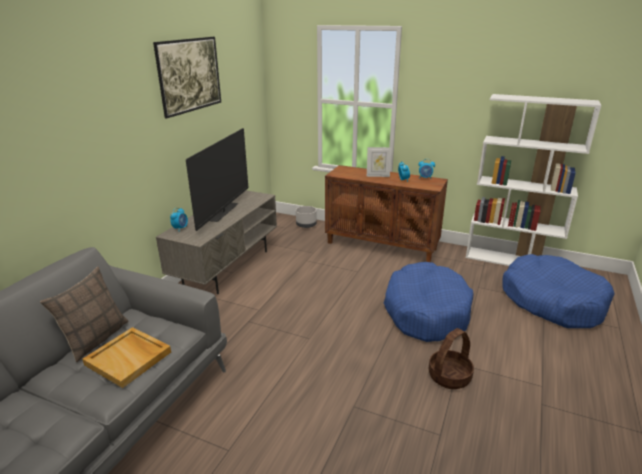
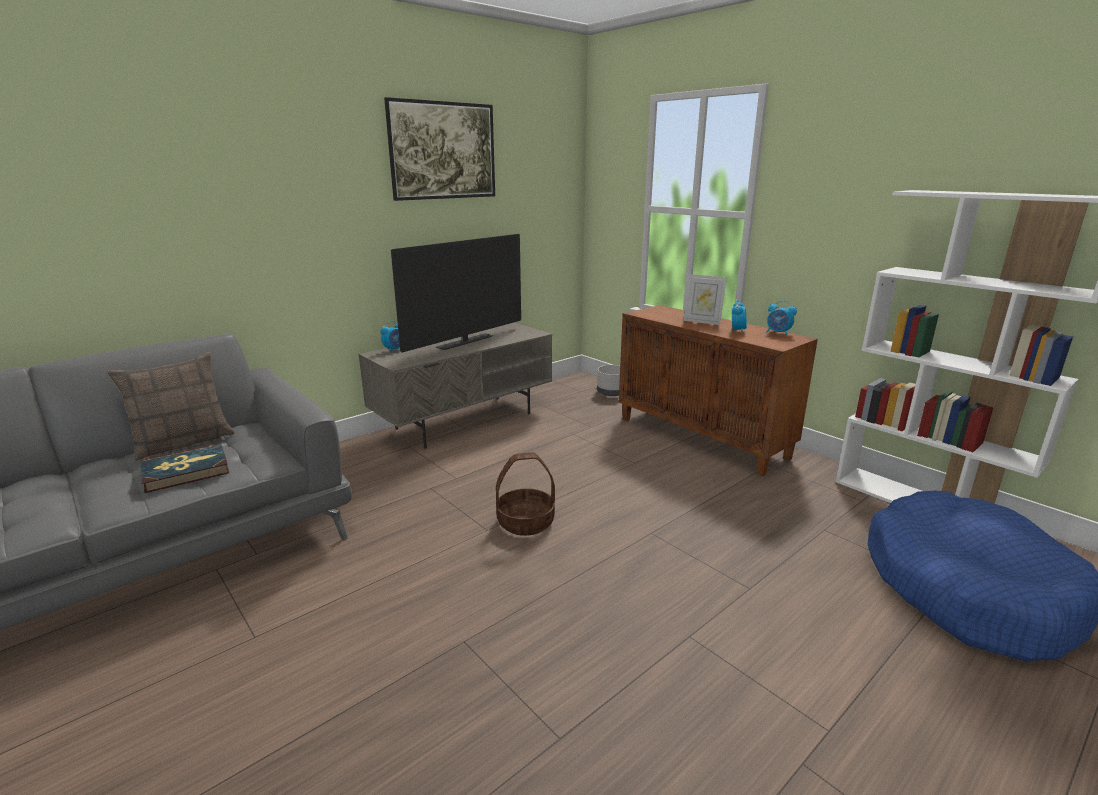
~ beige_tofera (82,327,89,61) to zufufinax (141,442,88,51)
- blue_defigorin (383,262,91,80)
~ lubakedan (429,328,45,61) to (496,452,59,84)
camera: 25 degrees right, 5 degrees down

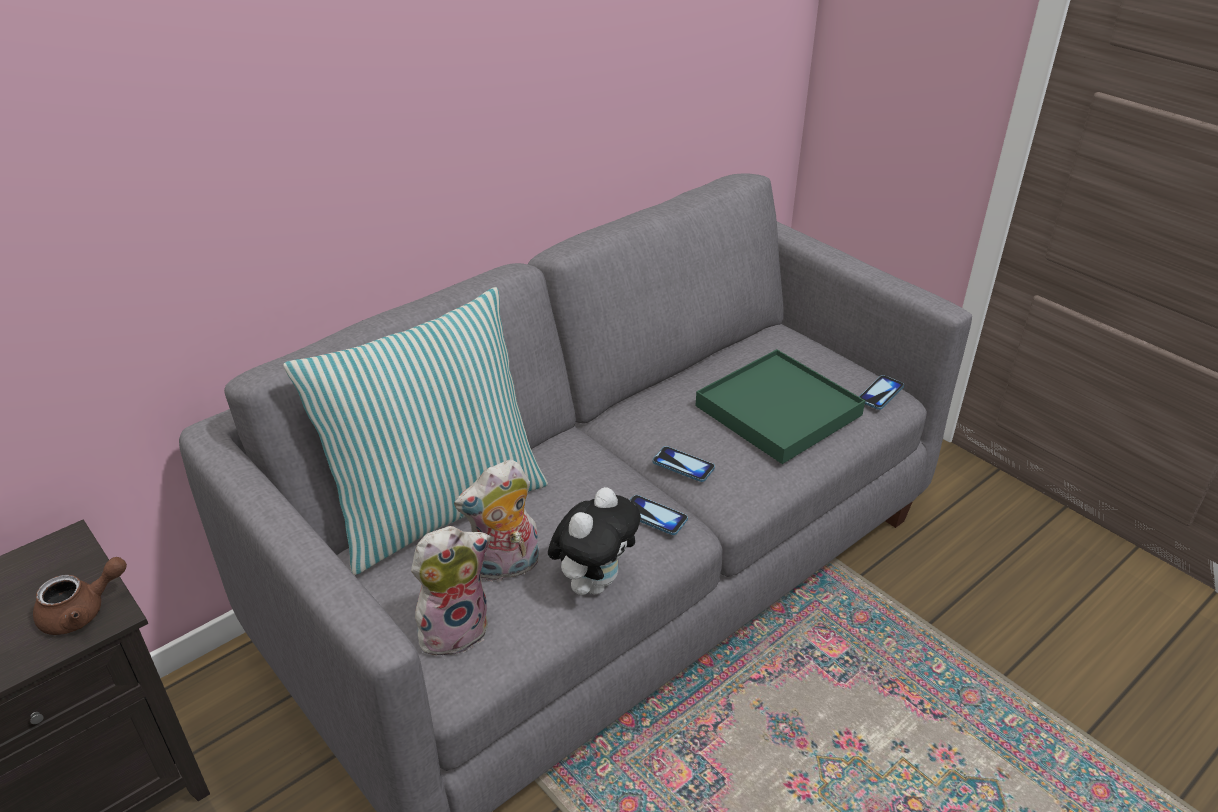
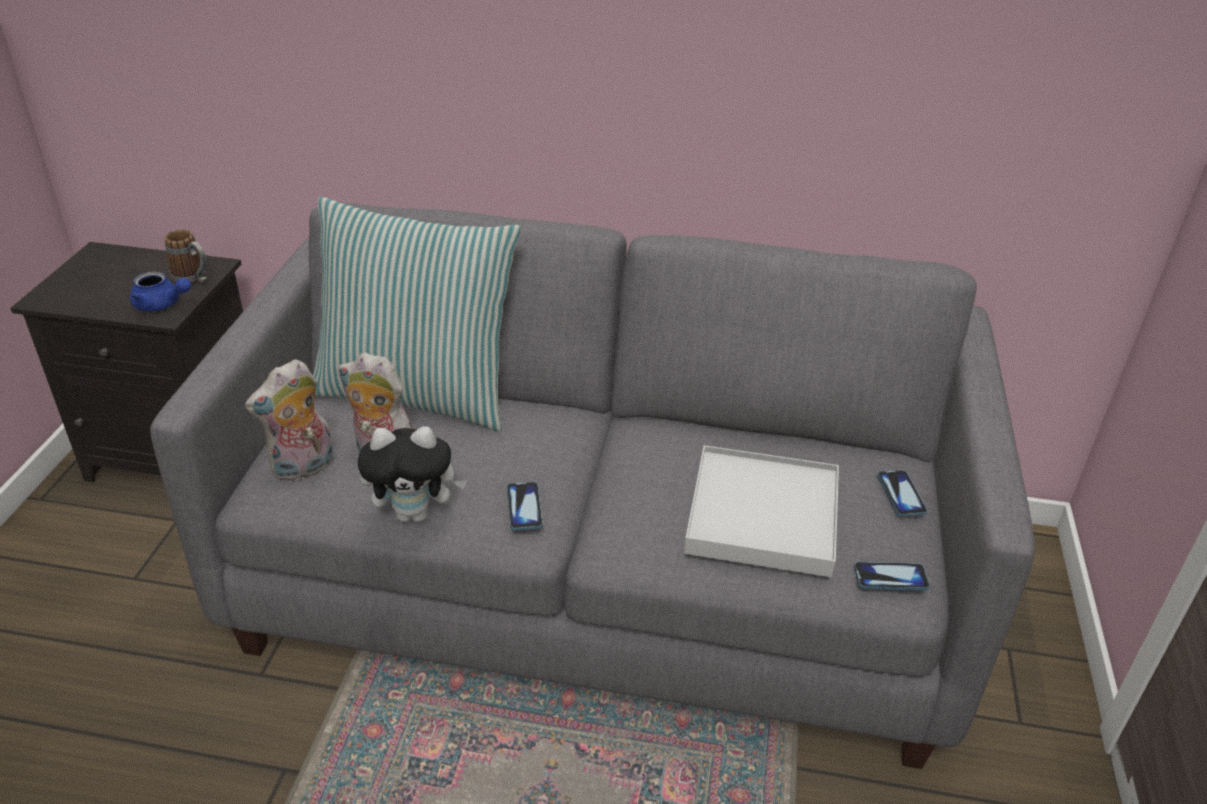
~ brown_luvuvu (33,557,94,78) to blue_luvuvu (130,271,61,40)
~ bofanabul (411,526,80,130) = (245,359,89,123) 120 degrees clockwise
~ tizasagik (652,446,63,36) to (877,470,51,47)
~ green_tofera (695,349,170,115) to white_tofera (684,445,155,133)
+ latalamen (165,229,42,56)
camera: 50 degrees right, 0 degrees up

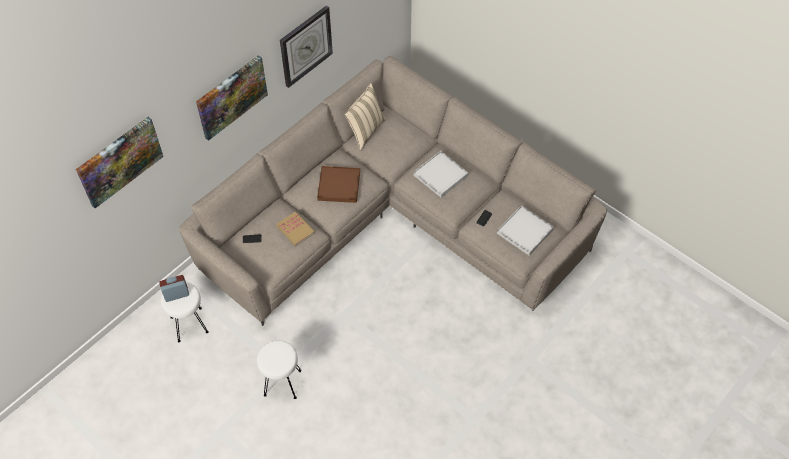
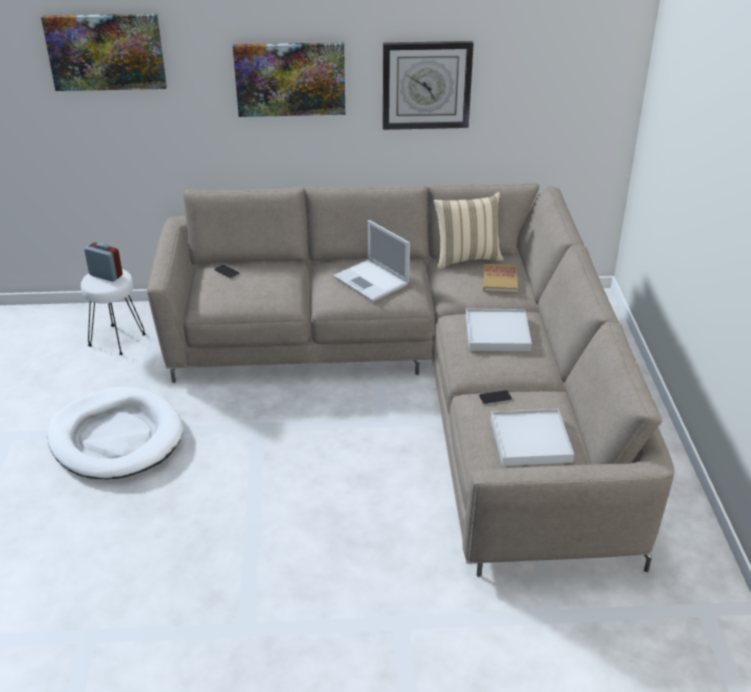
~ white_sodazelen (257,340,44,59) to white_defigorin (47,387,136,92)
~ zufufinax (276,212,39,34) to (483,264,35,29)
~ brown_tofera (317,166,43,37) to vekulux (333,220,77,82)
camera: 45 degrees right, 20 degrees down

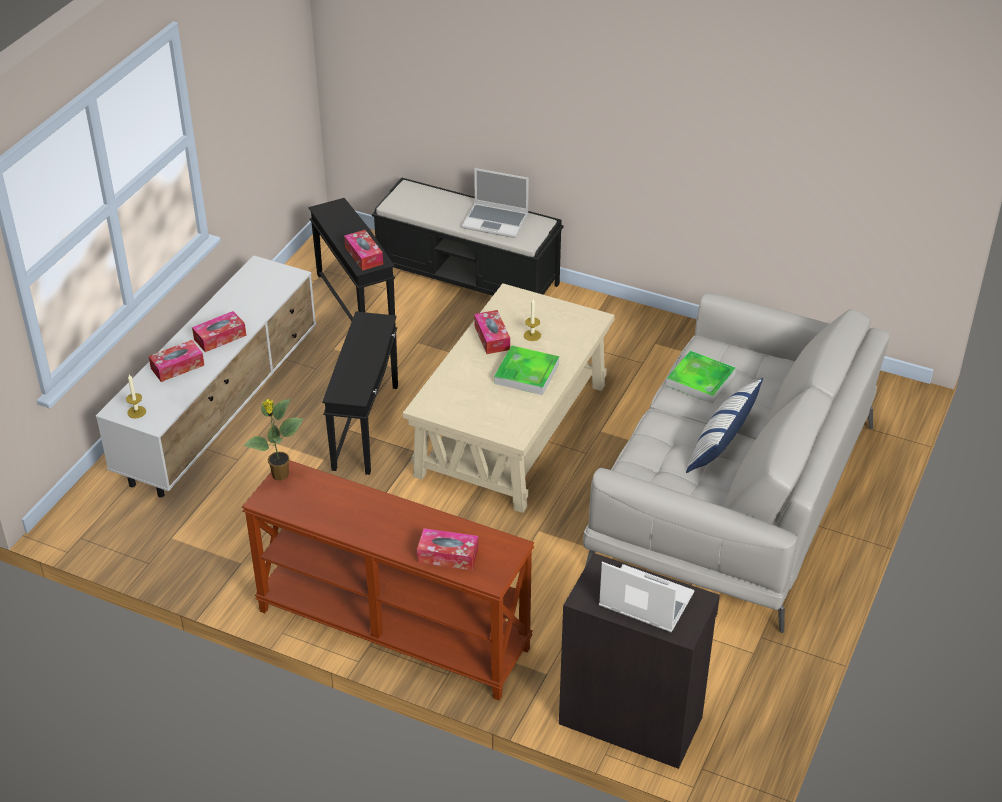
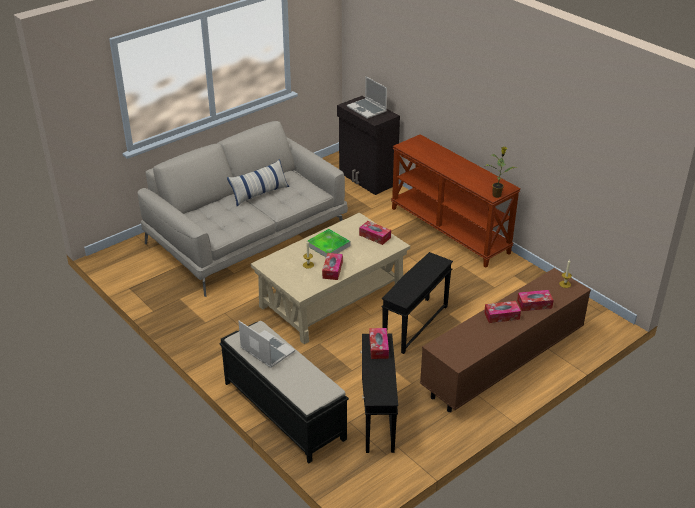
~ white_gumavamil (96,255,220,243) to brown_gumavamil (420,268,171,144)
~ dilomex (417,528,61,42) to (359,221,32,24)
- tofera (666,351,70,53)
camera: 155 degrees left, 5 degrees down

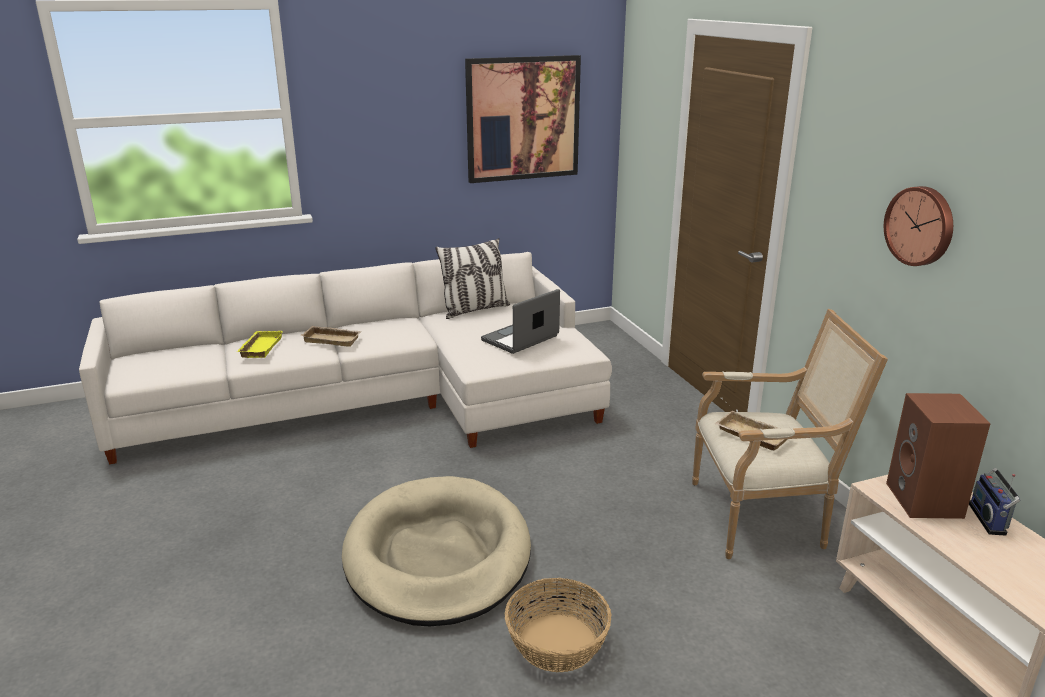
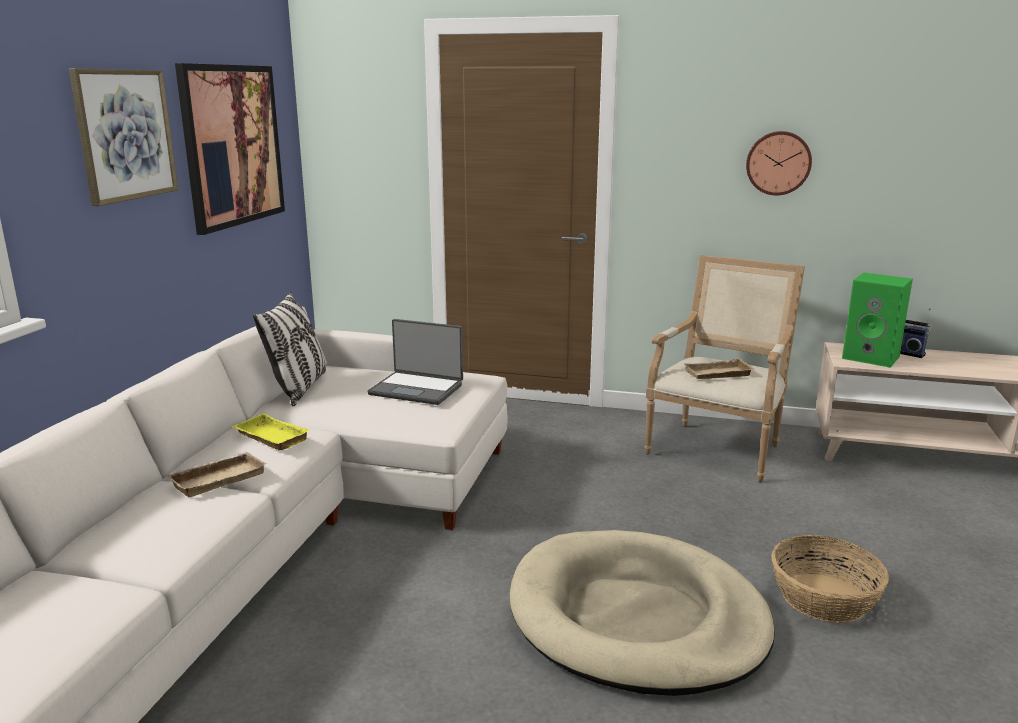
~ yellow_tofera (237,331,46,27) to (231,413,79,37)
~ vekulux (481,289,79,65) = (367,319,96,86) 60 degrees counterclockwise
~ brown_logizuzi (886,393,105,126) to green_logizuzi (842,273,71,95)
+ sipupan (69,69,109,137)
camera: 55 degrees left, 5 degrees down

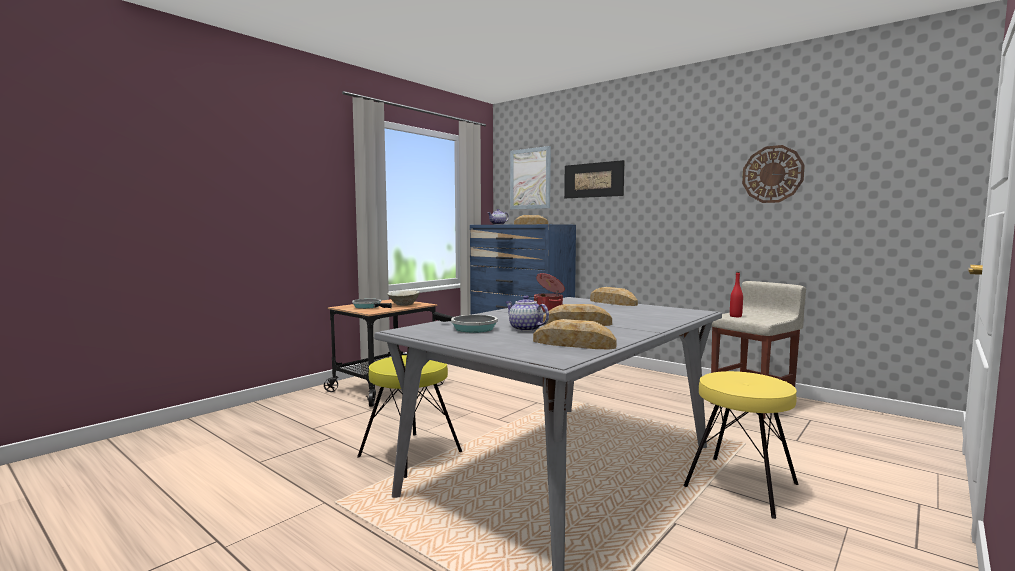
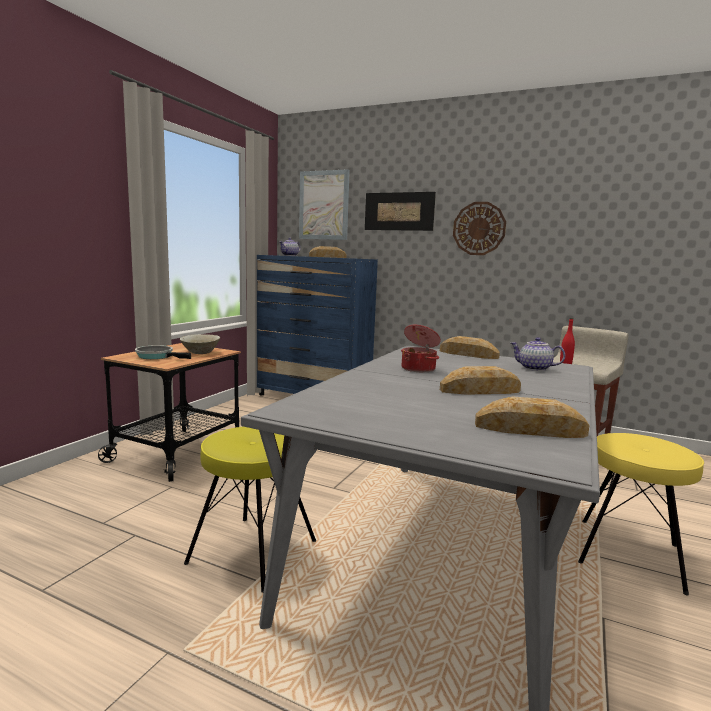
- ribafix (433,312,64,21)
~ luvuvu (506,296,43,35) to (511,337,54,34)
~ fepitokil (742,145,63,58) to (453,202,53,53)
camera: 15 degrees left, 5 degrees up

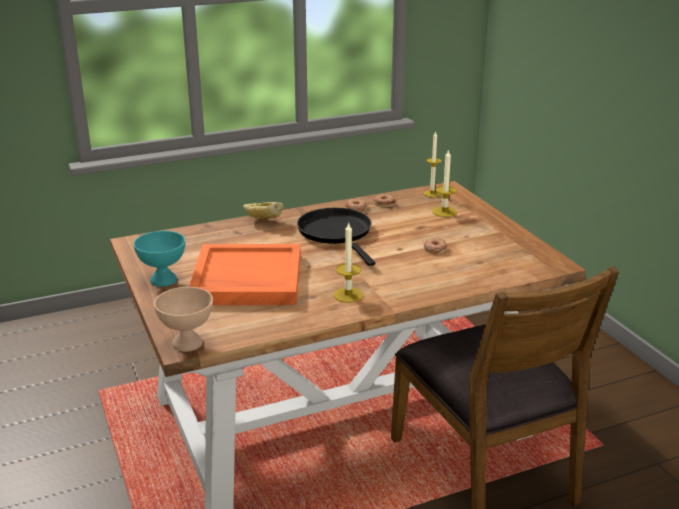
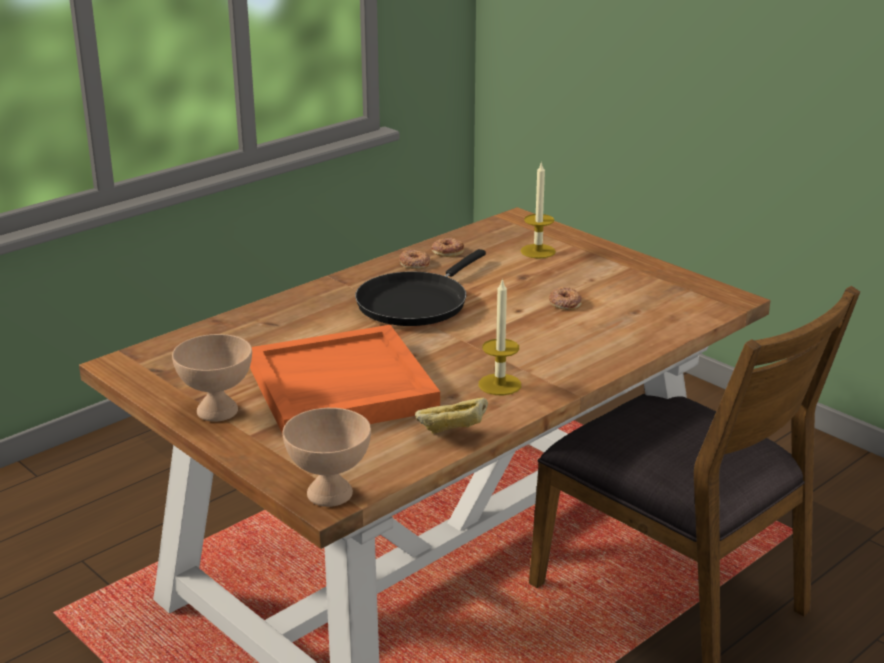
~ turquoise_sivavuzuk (134,231,51,56) to beige_sivavuzuk (172,334,80,88)
~ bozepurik (243,202,41,17) to (415,398,73,35)
~ black_ribafix (297,208,78,58) = (355,249,131,77) 105 degrees counterclockwise
- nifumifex (424,131,18,66)
camera: 20 degrees left, 0 degrees up

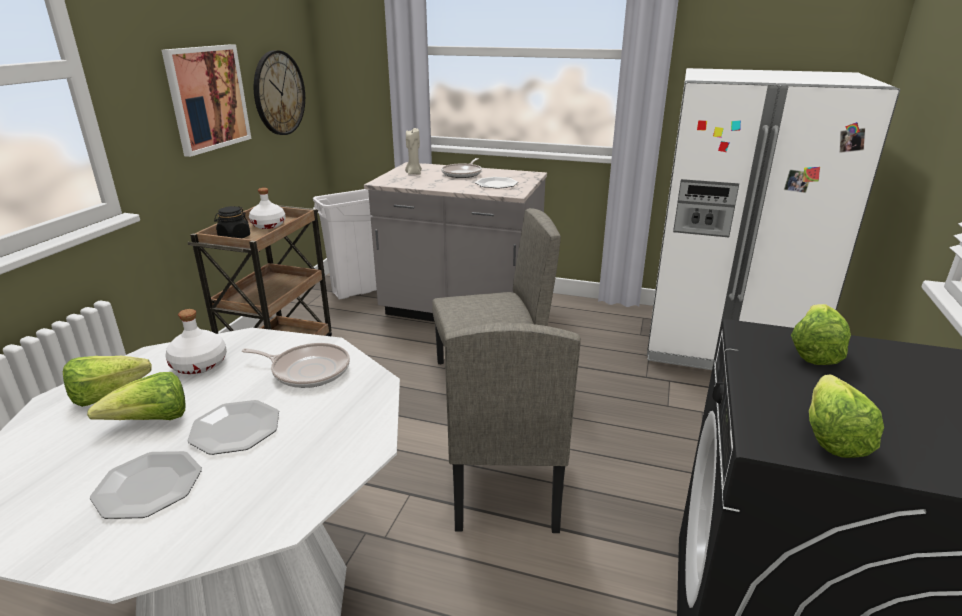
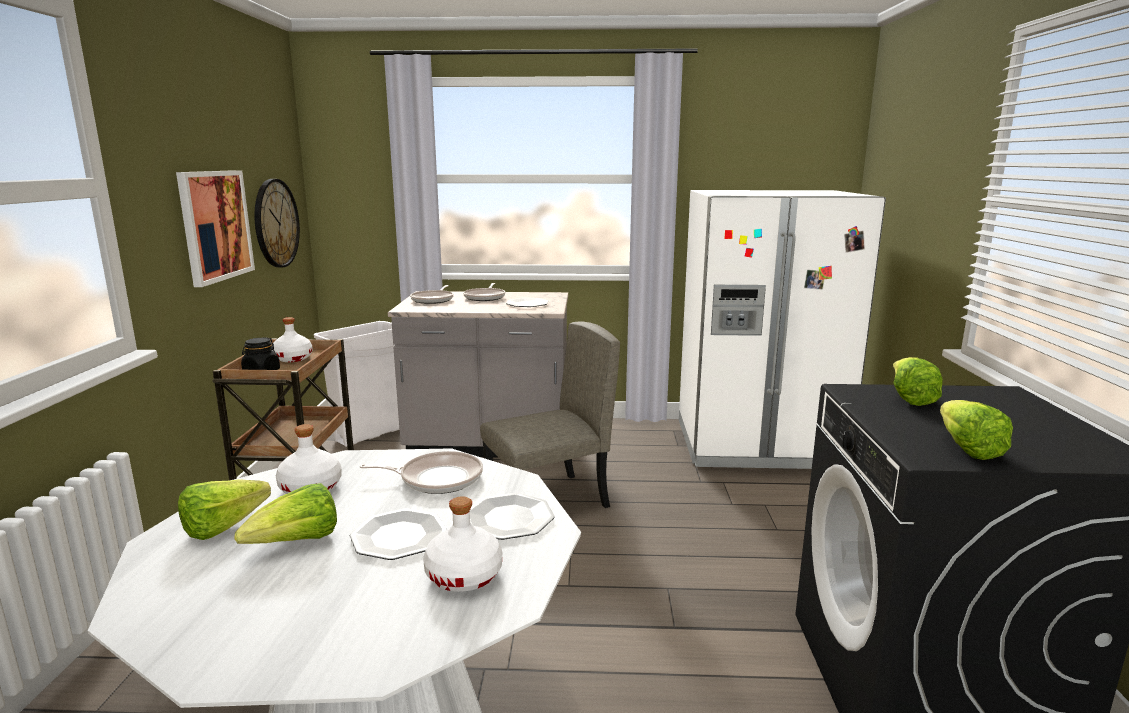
~ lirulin (90,451,112,68) to (470,493,85,47)
~ beige_nifumifex (405,128,17,47) to ribafix (410,285,44,19)
- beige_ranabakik (444,323,137,210)
+ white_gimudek (423,496,79,96)
camera: 15 degrees left, 10 degrees down

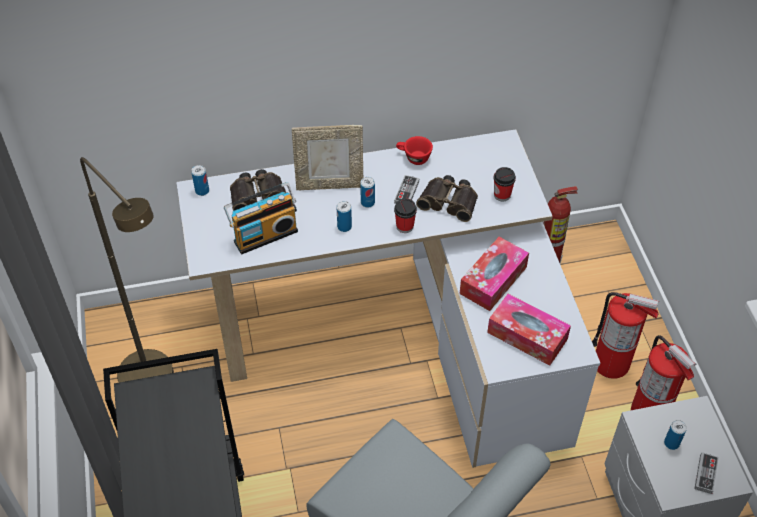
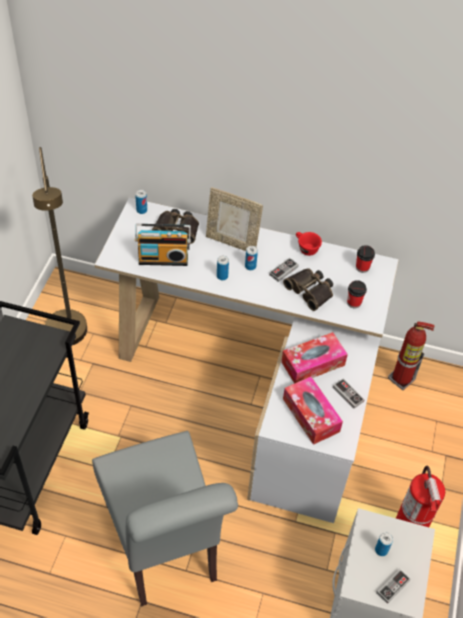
~ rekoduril (394,198,23,35) to (356,245,19,28)
- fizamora (592,292,67,87)
+ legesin (333,379,32,30)
camera: 25 degrees right, 0 degrees up

